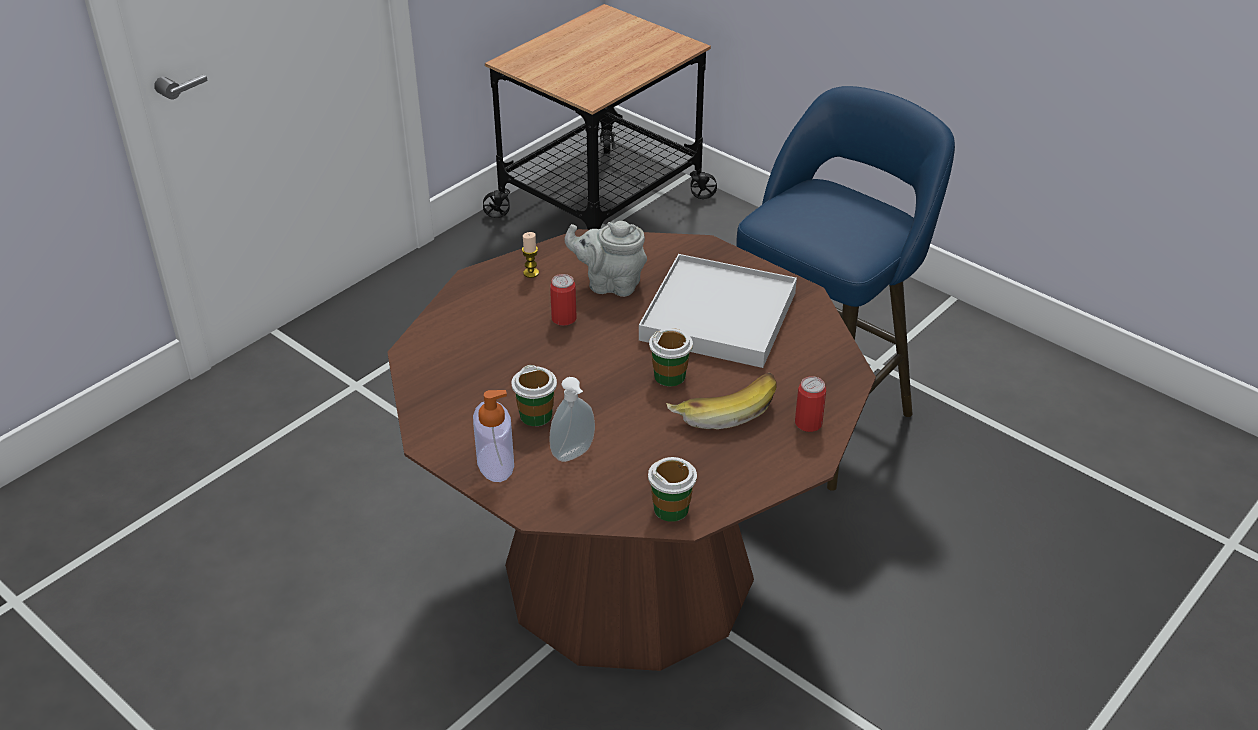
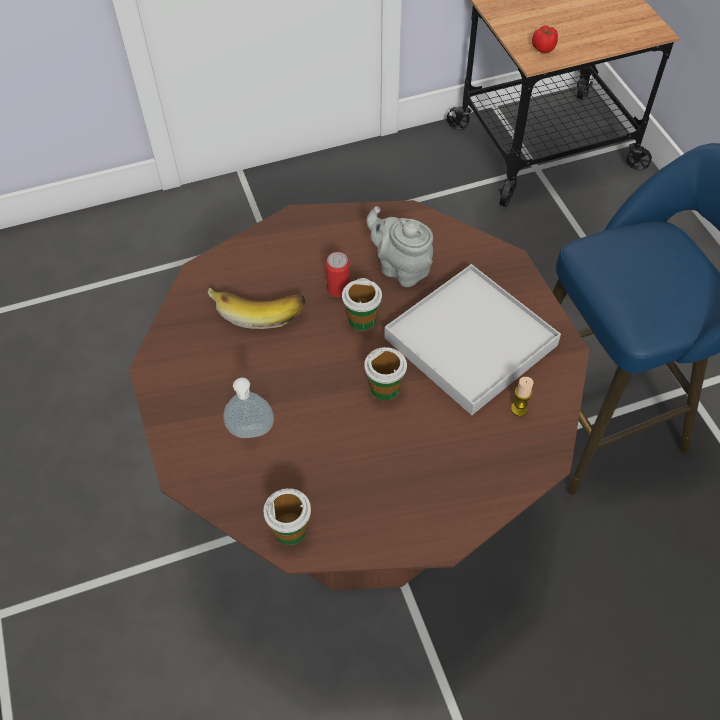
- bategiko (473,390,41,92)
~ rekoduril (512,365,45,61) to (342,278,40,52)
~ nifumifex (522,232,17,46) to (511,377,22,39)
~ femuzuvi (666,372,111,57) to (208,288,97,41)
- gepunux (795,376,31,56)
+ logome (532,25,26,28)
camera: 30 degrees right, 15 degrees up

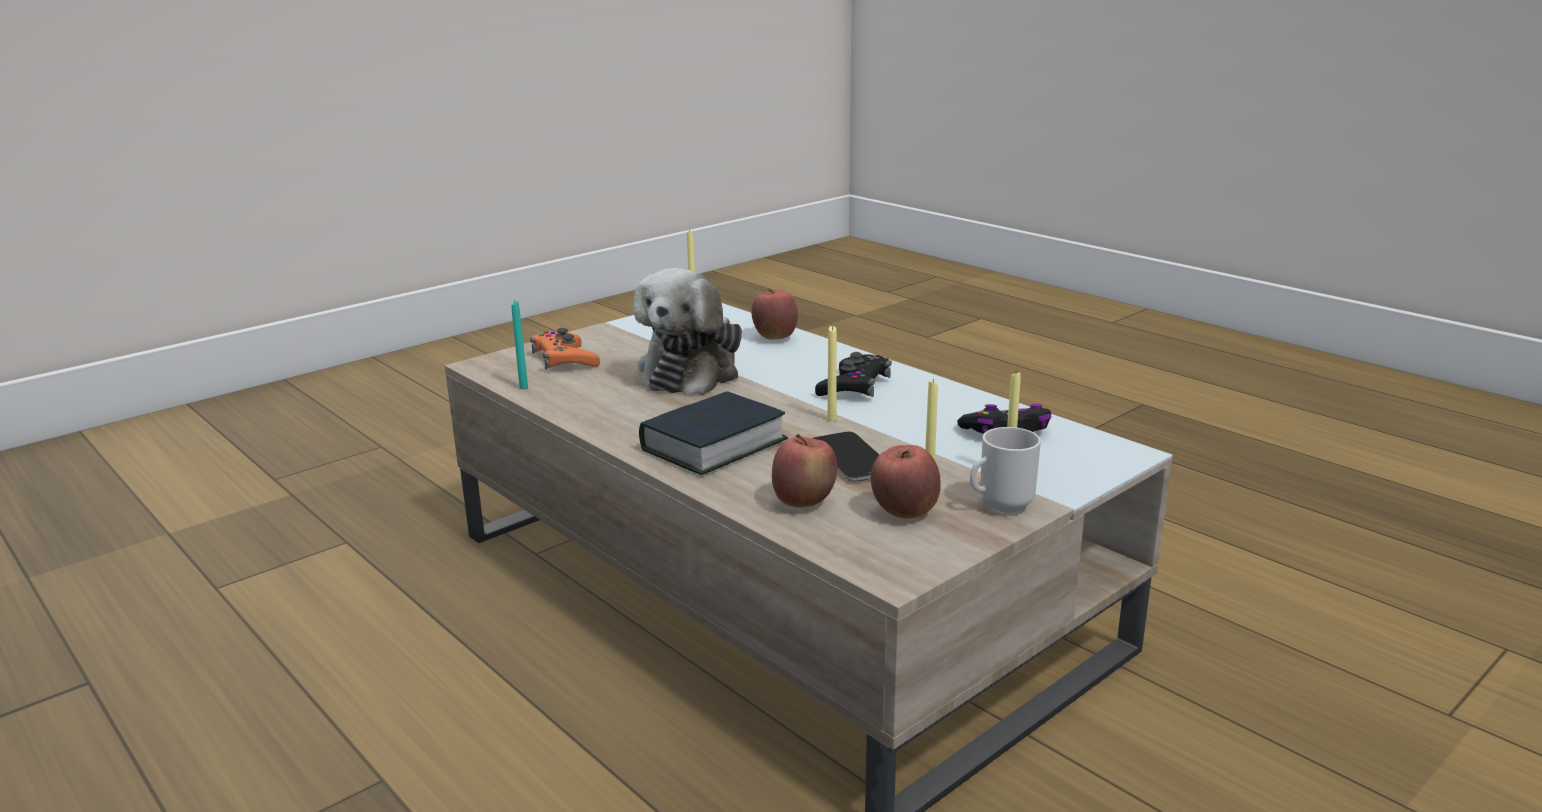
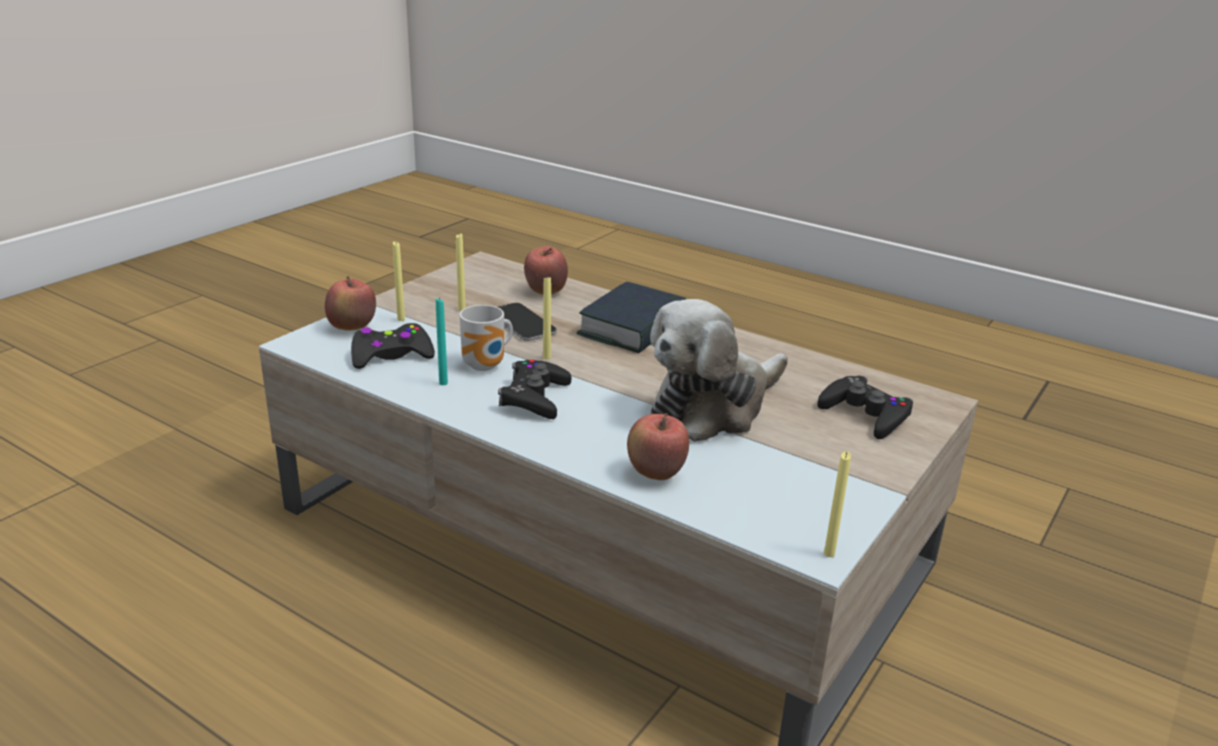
~ turquoise_nifumifex (511,300,17,89) to (436,297,12,88)
~ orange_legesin (530,328,70,42) to black_legesin (817,376,96,63)
~ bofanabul (634,268,108,127) = (650,299,138,143) 135 degrees counterclockwise
~ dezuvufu (871,445,70,74) to (325,276,51,55)
~ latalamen (970,427,71,86) to (459,305,54,66)
camera: 165 degrees right, 5 degrees up

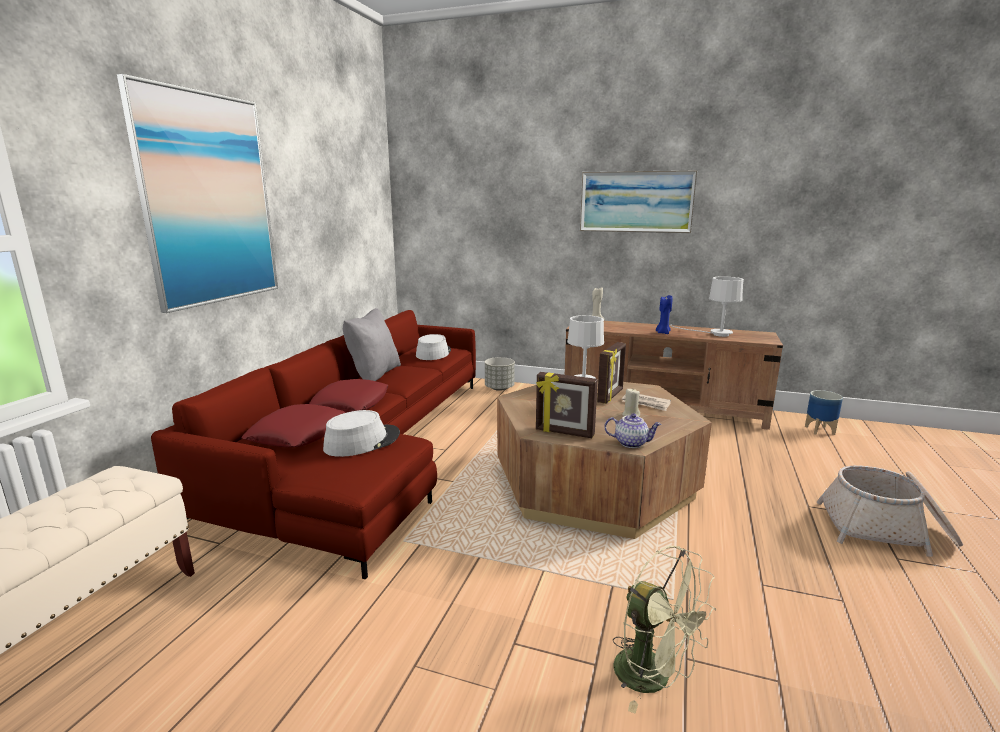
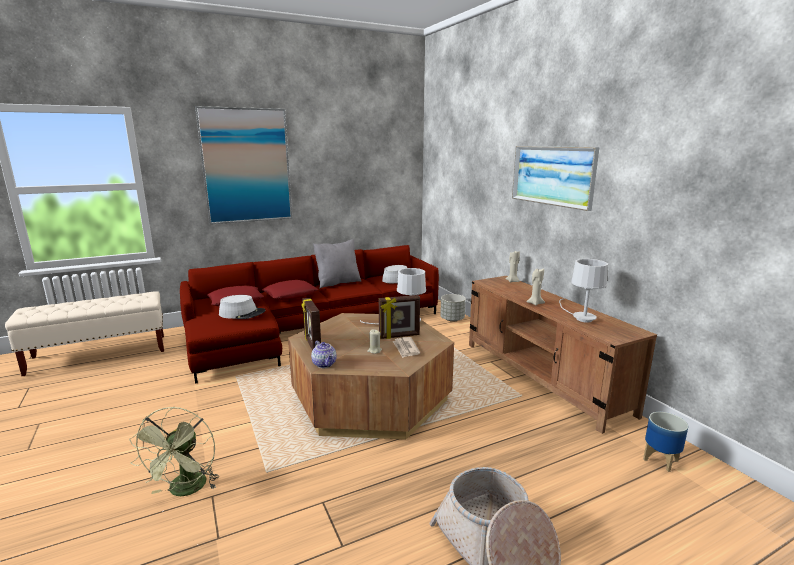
~ blue_nifumifex (656,295,17,39) to beige_nifumifex (526,268,19,37)
camera: 45 degrees right, 0 degrees up

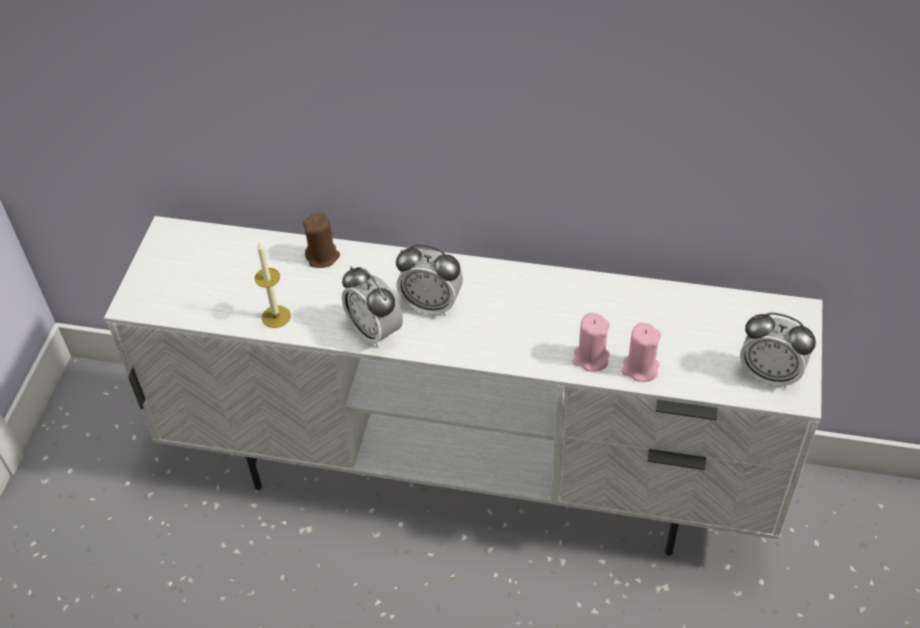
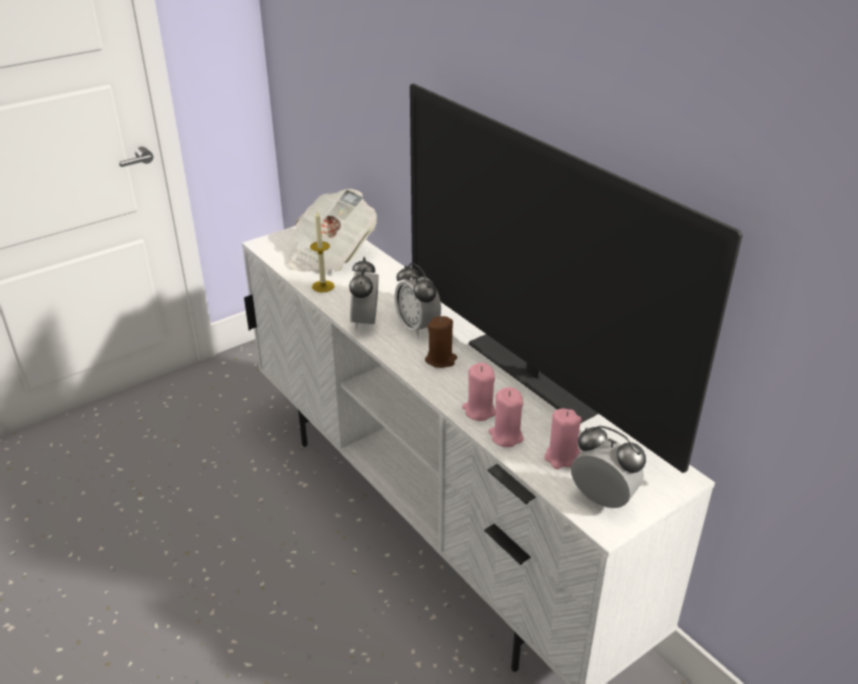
~ brown_nifumifex (303,213,37,55) to (425,316,32,52)
~ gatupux (740,313,76,76) = (571,426,75,82) 150 degrees clockwise
+ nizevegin (289,189,88,83)
+ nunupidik (410,83,333,390)
+ pink_nifumifex (544,409,38,60)
camera: 40 degrees right, 15 degrees down

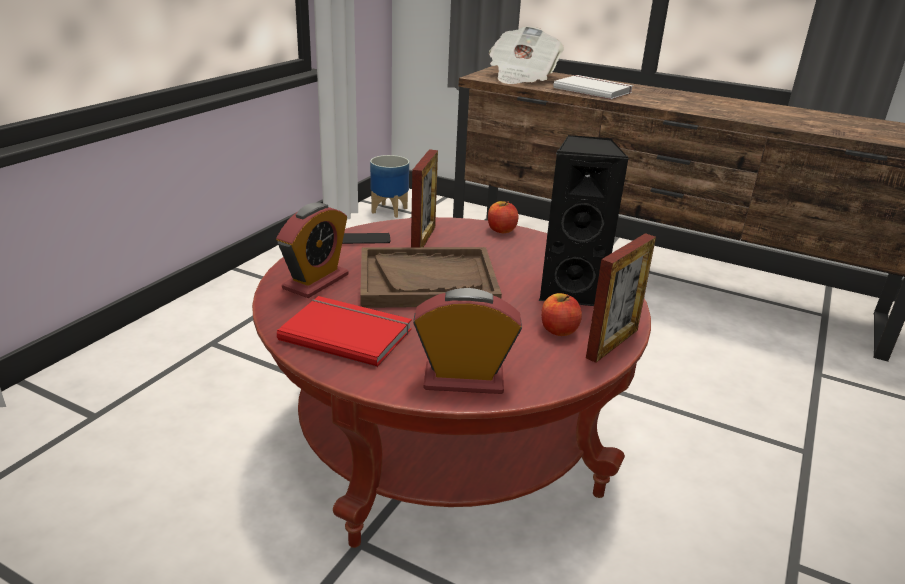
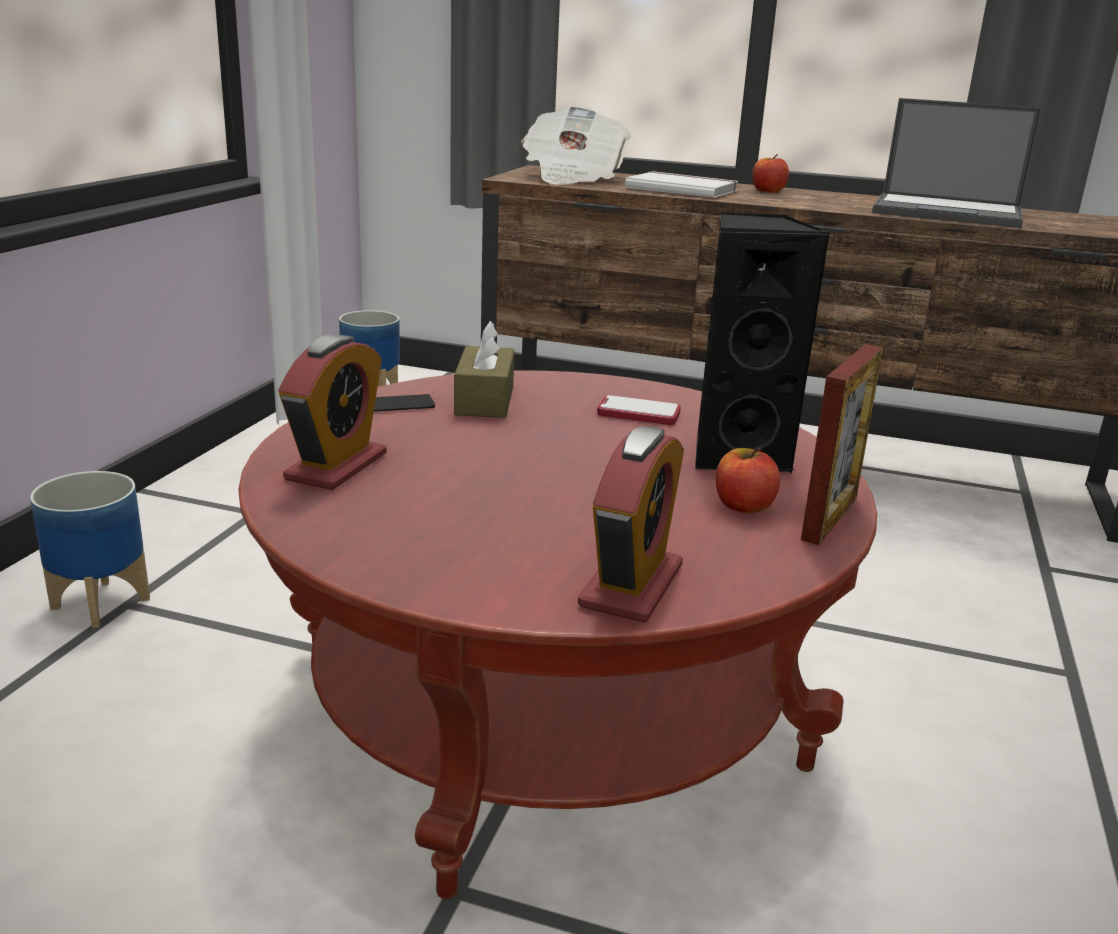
- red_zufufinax (277,296,135,71)
- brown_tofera (360,247,142,61)
~ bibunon (411,149,27,98) to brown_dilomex (454,321,60,97)
~ gatupux (413,288,109,106) = (578,426,106,197) 120 degrees clockwise
~ dezuvufu (488,201,31,32) to (752,154,37,39)
+ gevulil (30,471,120,157)
+ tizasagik (597,395,84,30)
+ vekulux (872,98,170,130)
camera: 10 degrees left, 5 degrees down

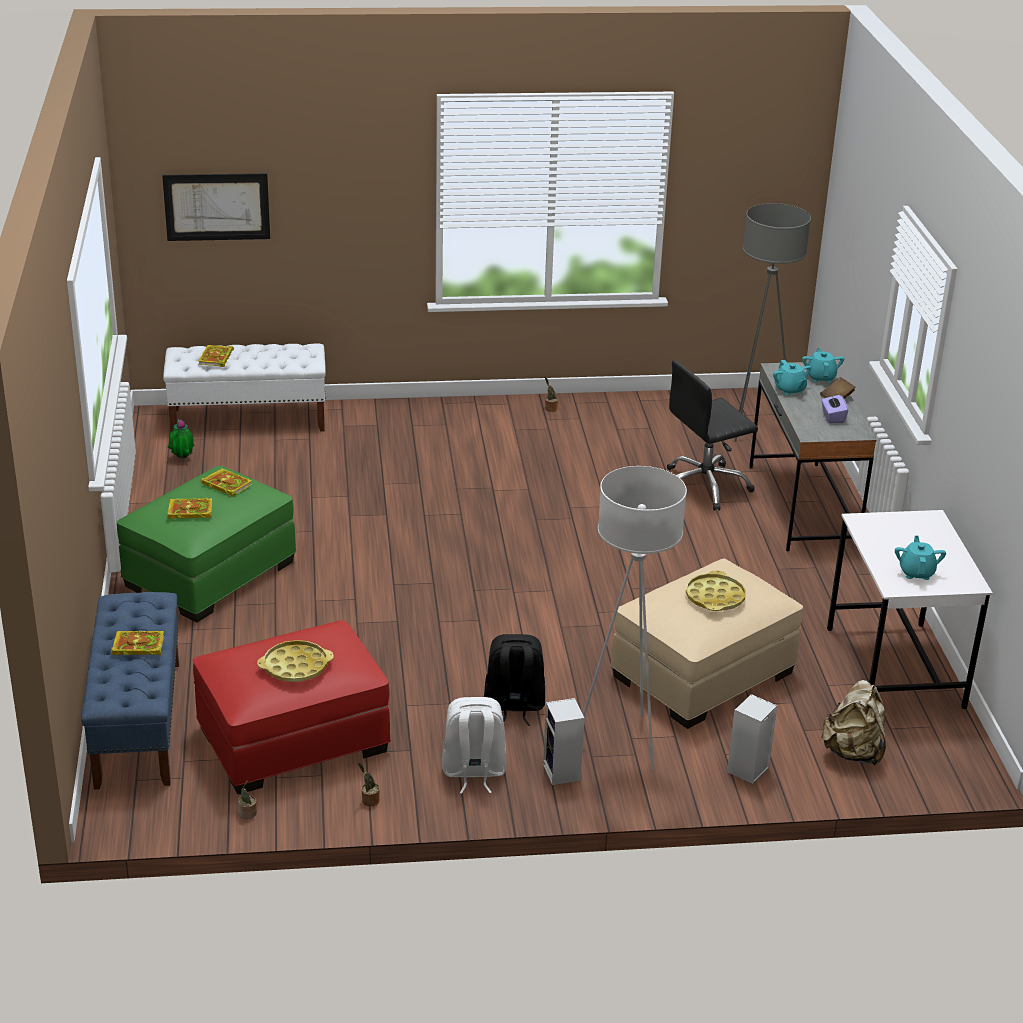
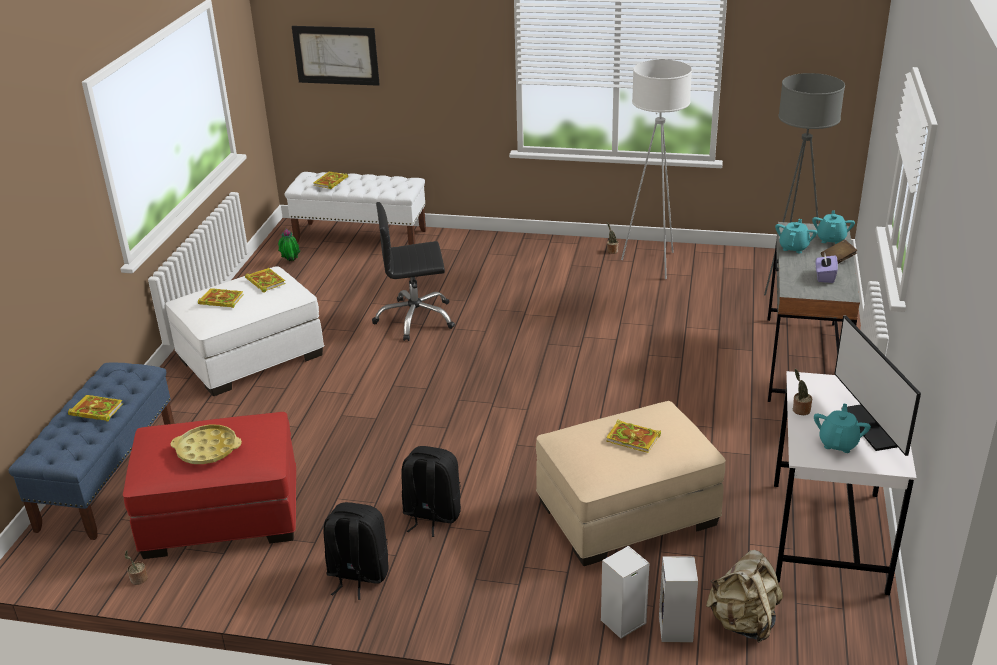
~ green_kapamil (117,466,179,156) to white_kapamil (165,266,160,130)
~ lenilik (358,763,22,43) to (793,369,19,46)
~ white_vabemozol (442,697,65,97) to black_vabemozol (323,502,66,98)
~ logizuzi (543,698,42,87) to (659,556,39,86)
~ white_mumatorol (583,466,104,304) to (621,59,71,220)
~ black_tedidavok (667,360,91,151) to (372,202,83,139)
~ yellow_tofera (686,570,60,41) to zufufinax (606,420,55,33)
~ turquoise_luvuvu (773,360,38,36) = (775,219,42,34) 150 degrees counterclockwise
+ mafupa (834,315,87,141)
camera: 20 degrees right, 0 degrees up

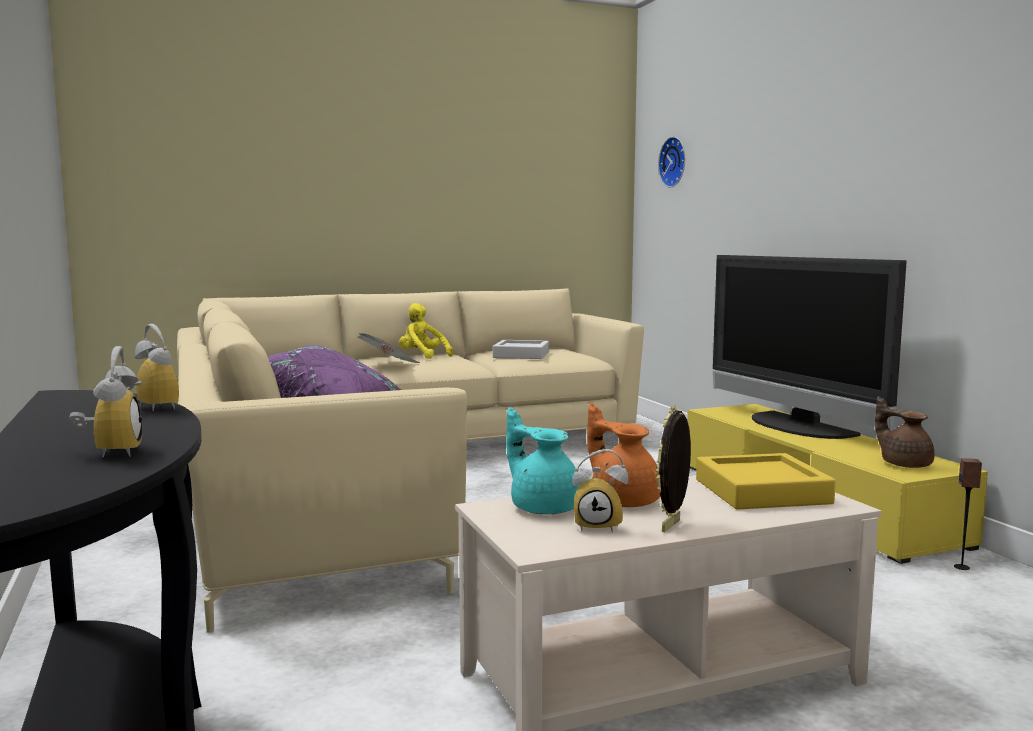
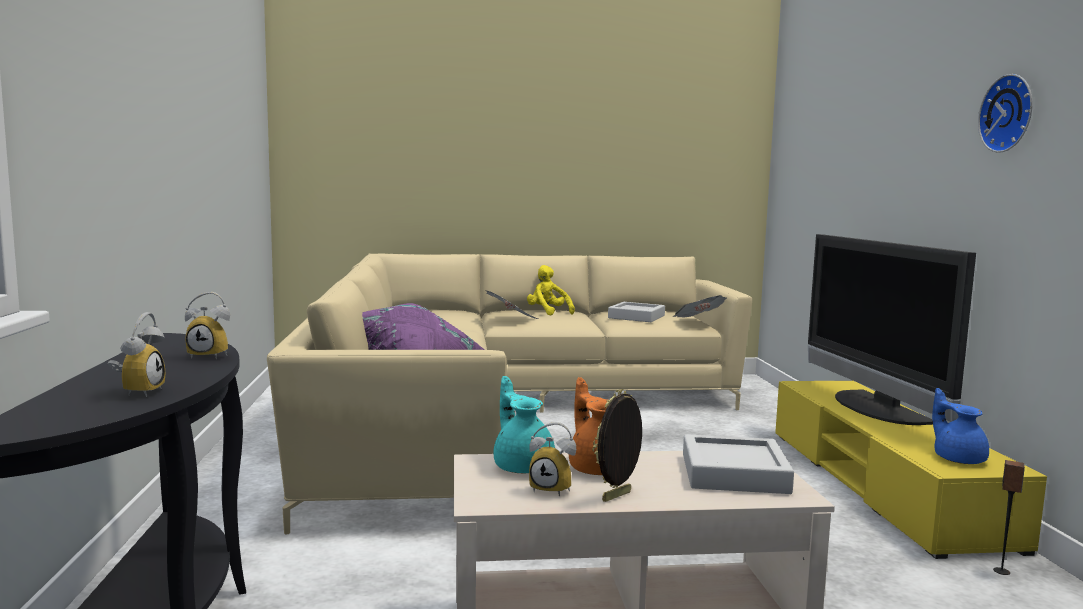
~ gatupux (126,324,53,87) = (185,292,45,67) 120 degrees clockwise
~ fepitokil (658,136,27,52) to (978,74,55,79)
~ yellow_tofera (696,453,140,57) to grey_tofera (683,434,111,60)
~ brown_luvuvu (875,397,60,71) to blue_luvuvu (932,388,57,76)
+ nizevegin (673,295,54,22)
camera: 15 degrees right, 0 degrees up

